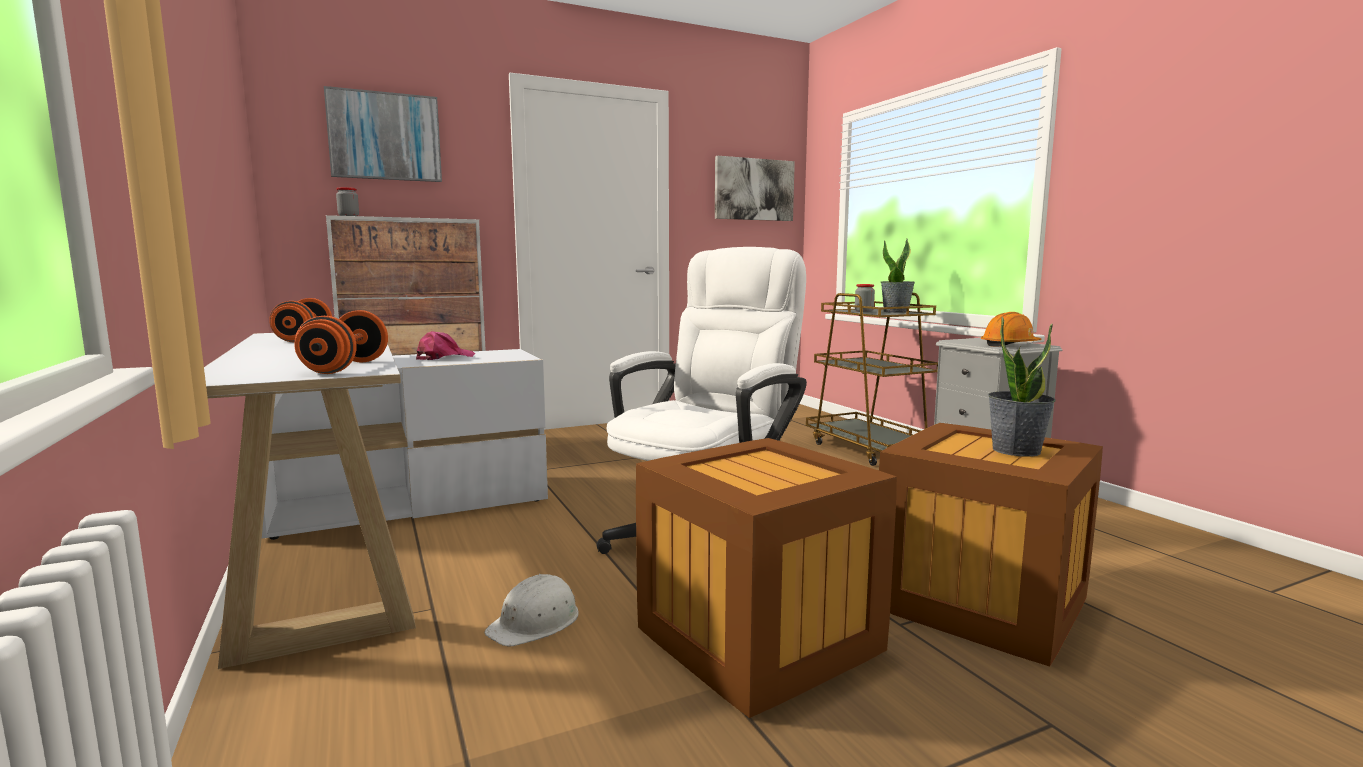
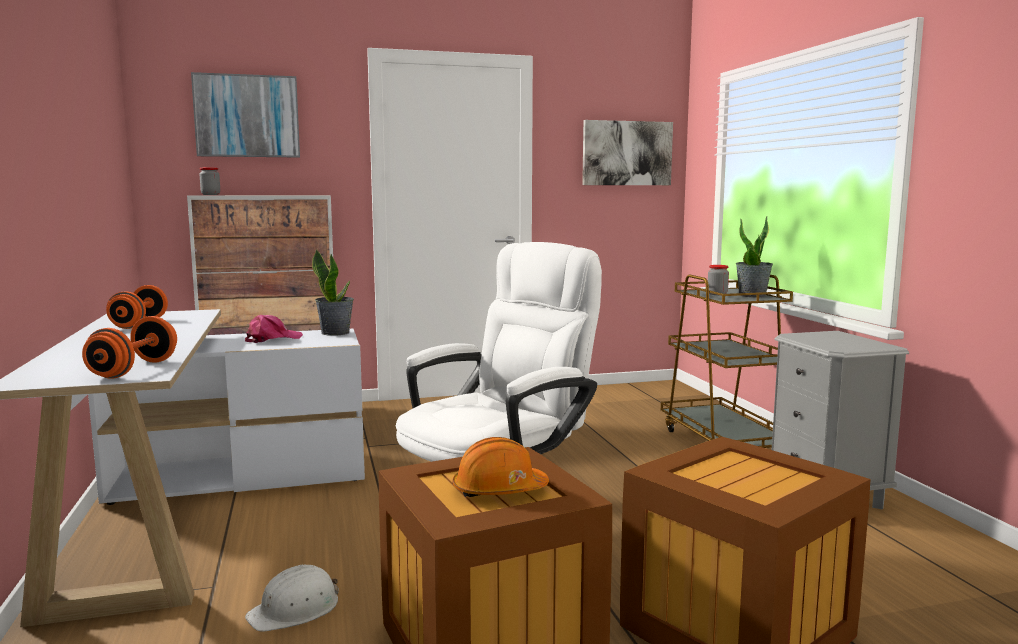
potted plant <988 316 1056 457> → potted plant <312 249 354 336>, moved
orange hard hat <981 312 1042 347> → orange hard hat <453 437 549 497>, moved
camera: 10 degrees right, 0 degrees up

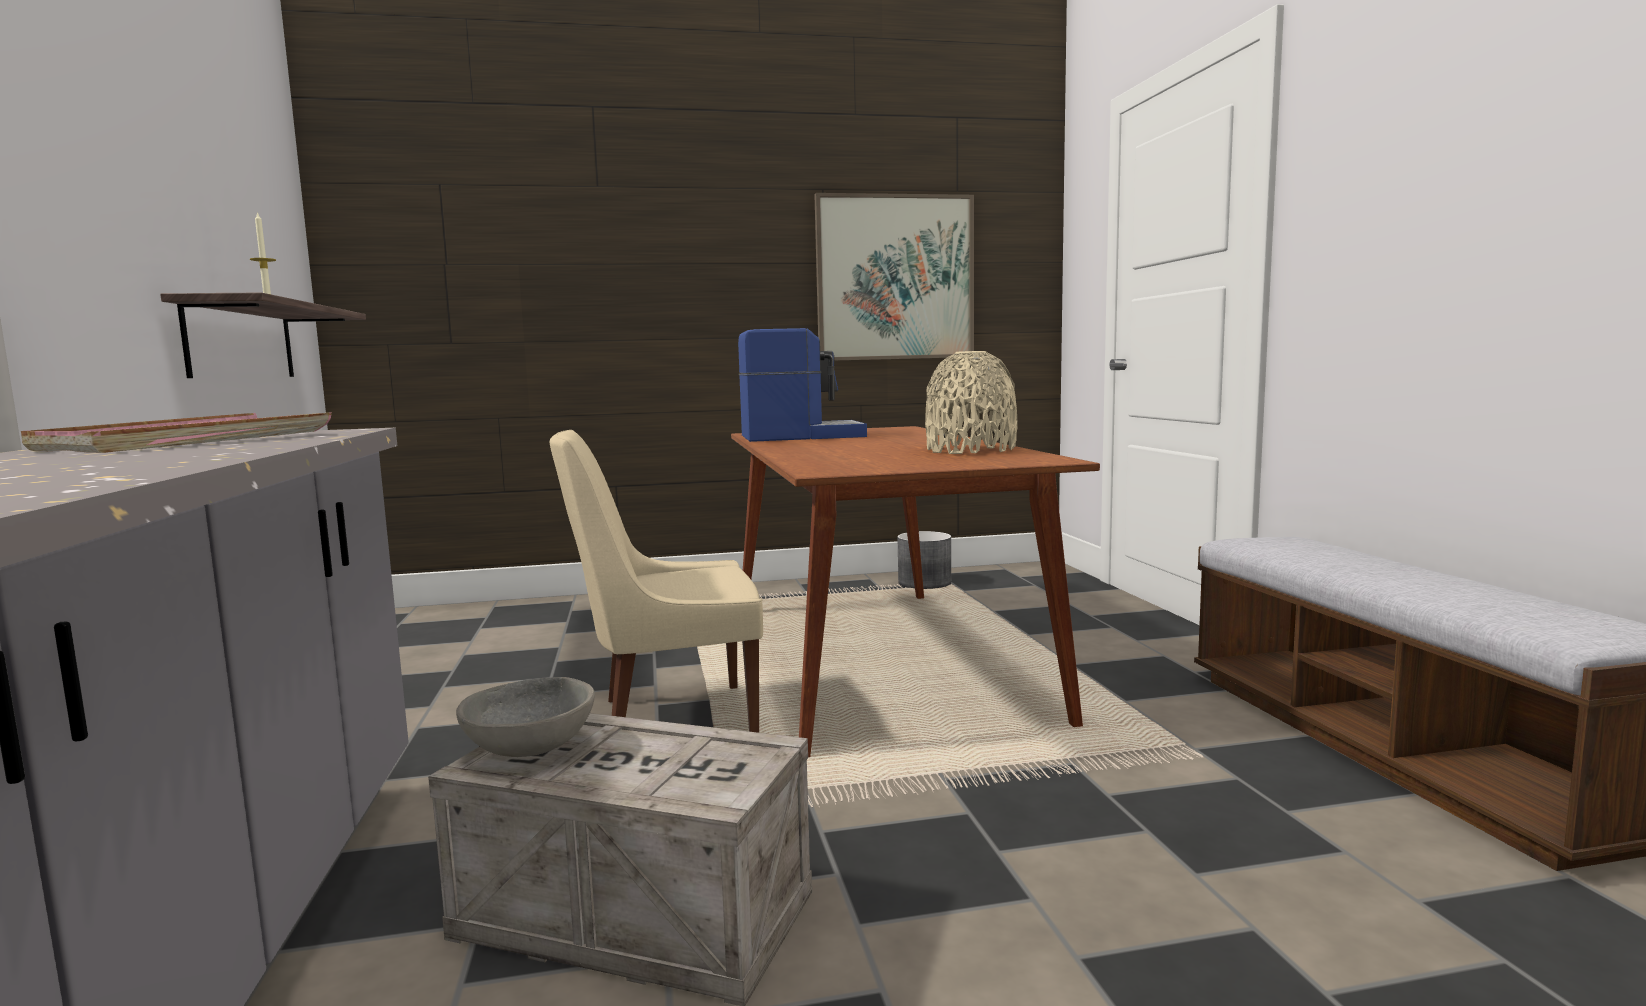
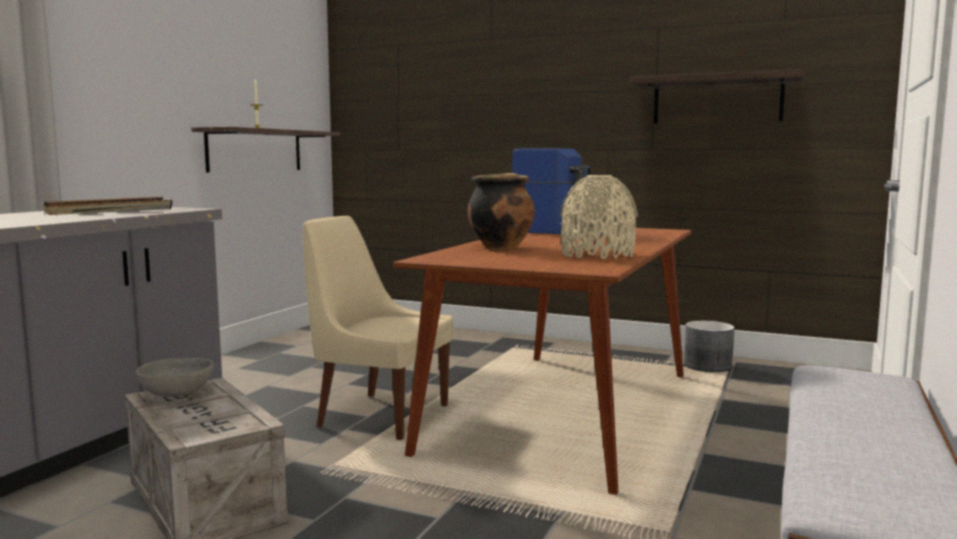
pink tray <21 412 332 453> → black tray <43 197 172 215>
- → cooking pot <468 173 535 249>
picture <814 193 974 361> → shelf <629 69 804 124>
camera: 35 degrees right, 0 degrees up

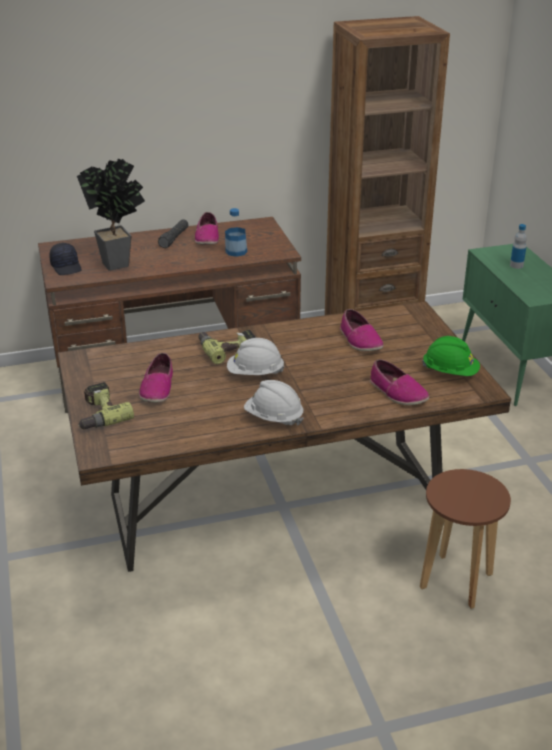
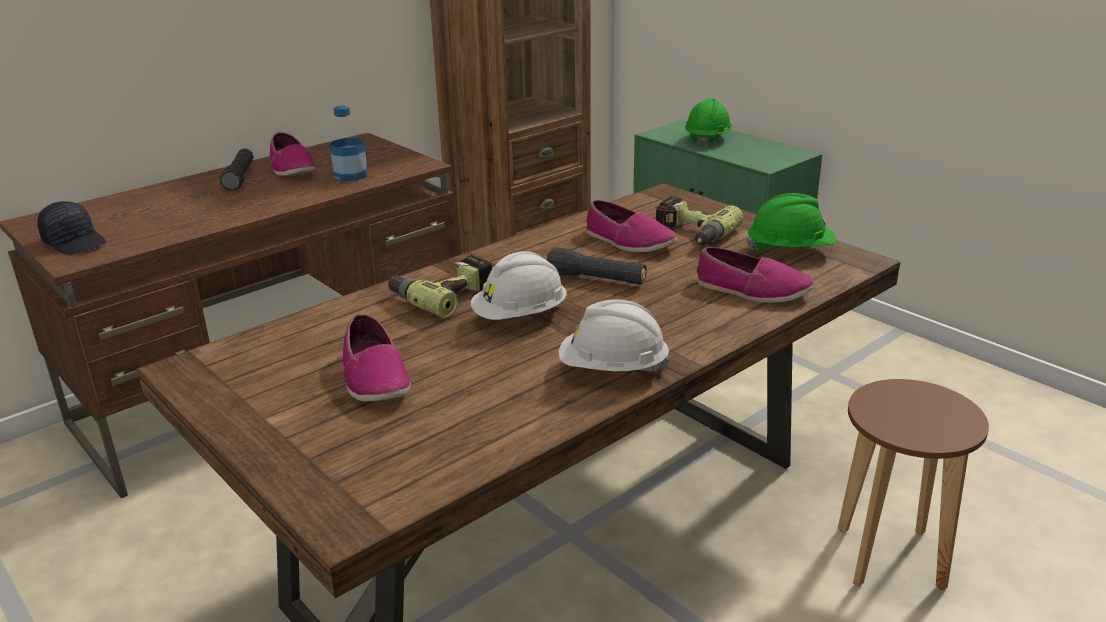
- → black flashlight <547 247 647 284>
power drill <78 382 134 429> → power drill <656 196 744 246>, moved
bottle <510 224 527 269> → green hard hat <685 98 732 147>
potted plant <77 159 145 271> → -
camera: 25 degrees left, 5 degrees down

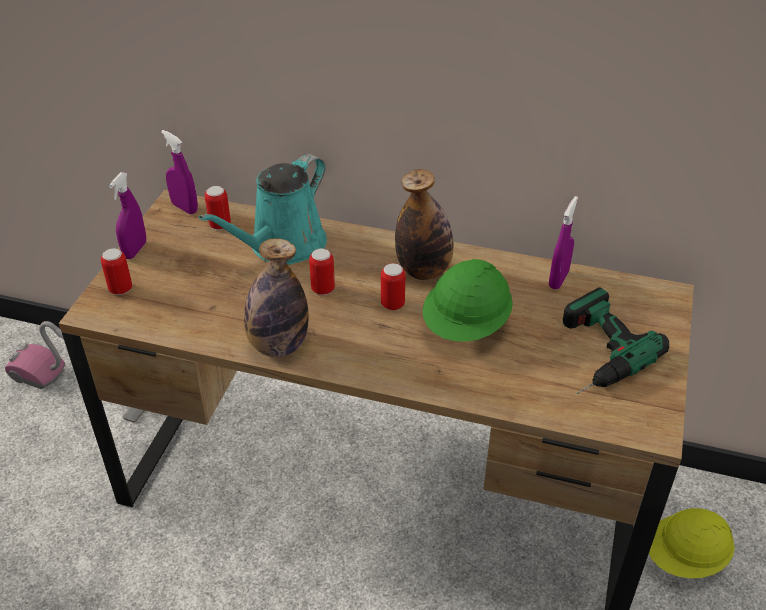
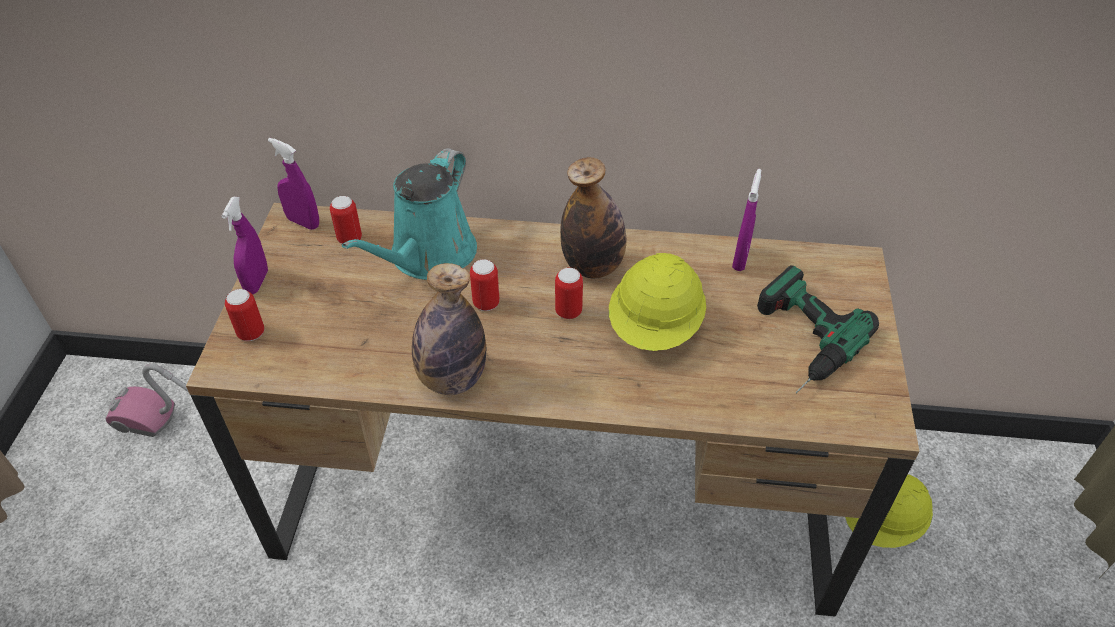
green hard hat <423 259 513 342> → yellow hard hat <609 253 706 351>
camera: 10 degrees left, 5 degrees up

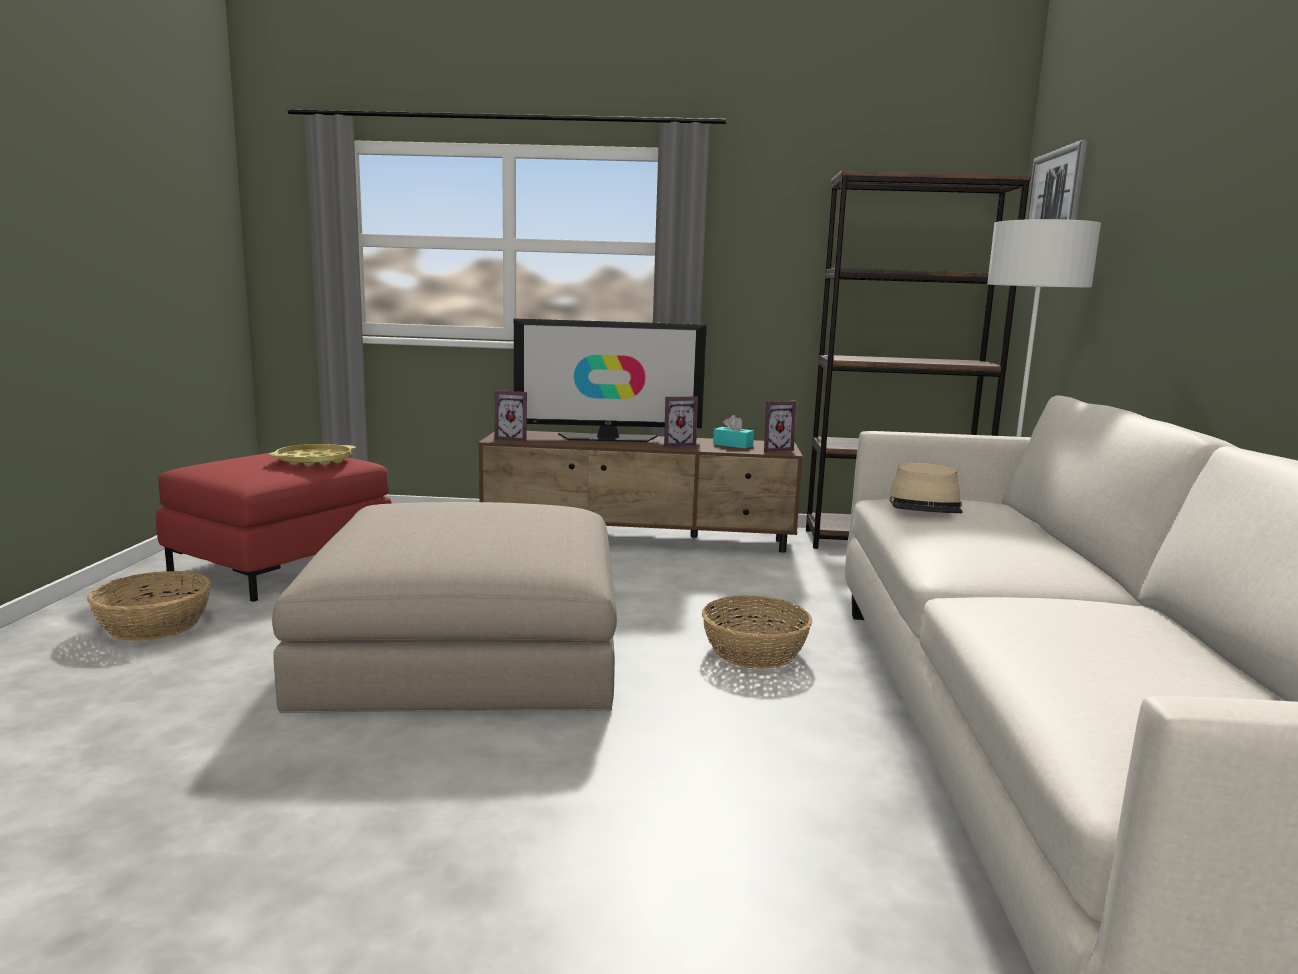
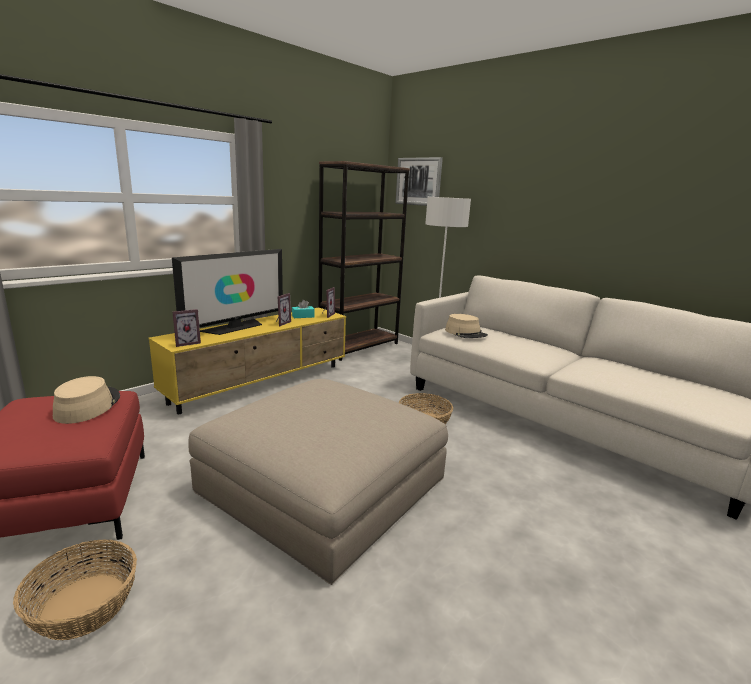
yellow tray <269 444 356 466> → beige hat <53 376 120 424>
brown tv stand <478 431 803 553> → yellow tv stand <148 308 346 414>
camera: 50 degrees left, 5 degrees up

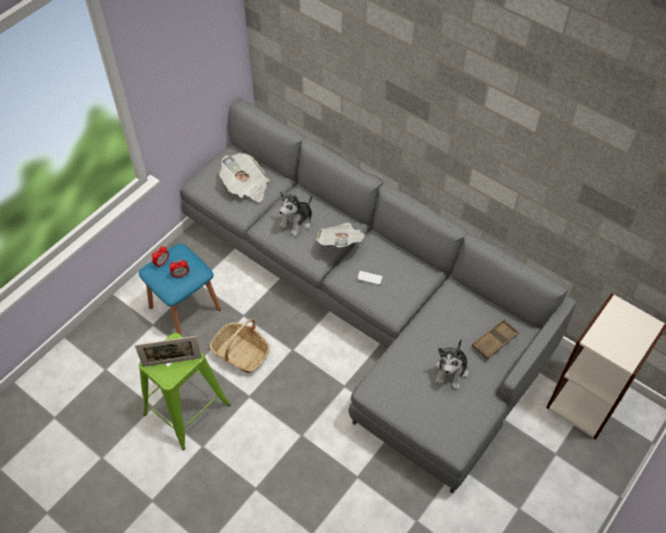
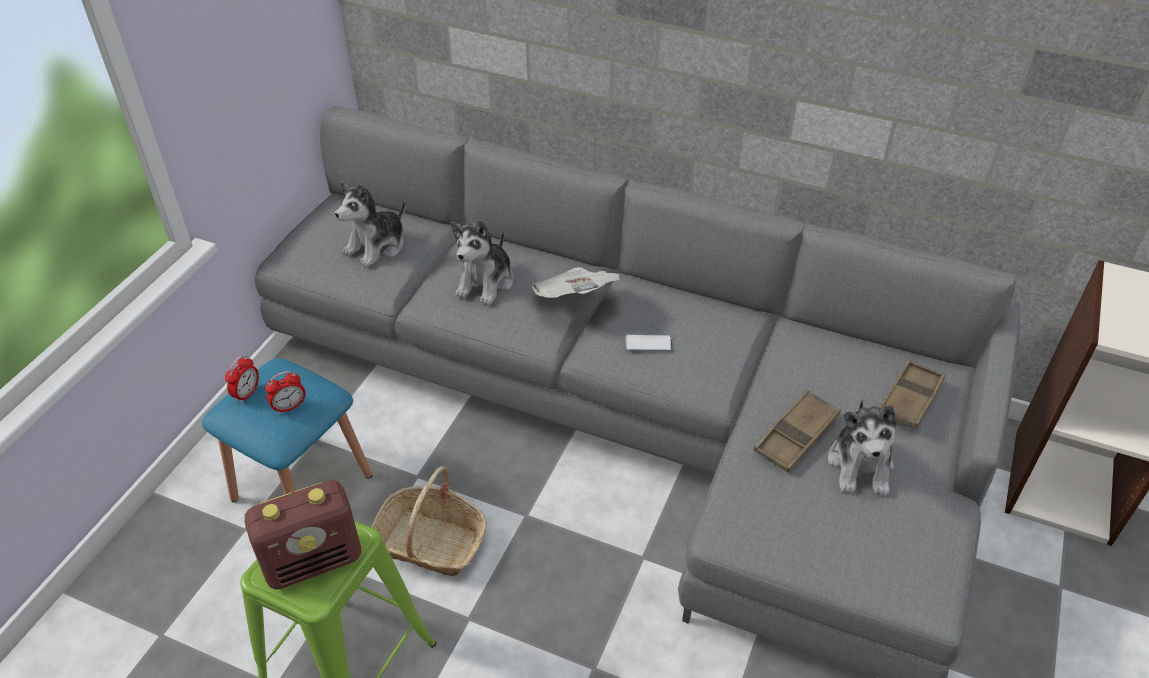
picture frame <135 336 202 367> → radio <245 480 361 590>
newspaper <219 153 269 202> → plush toy <335 182 405 268>
- → brown tray <754 390 841 472>
camera: 15 degrees left, 10 degrees down

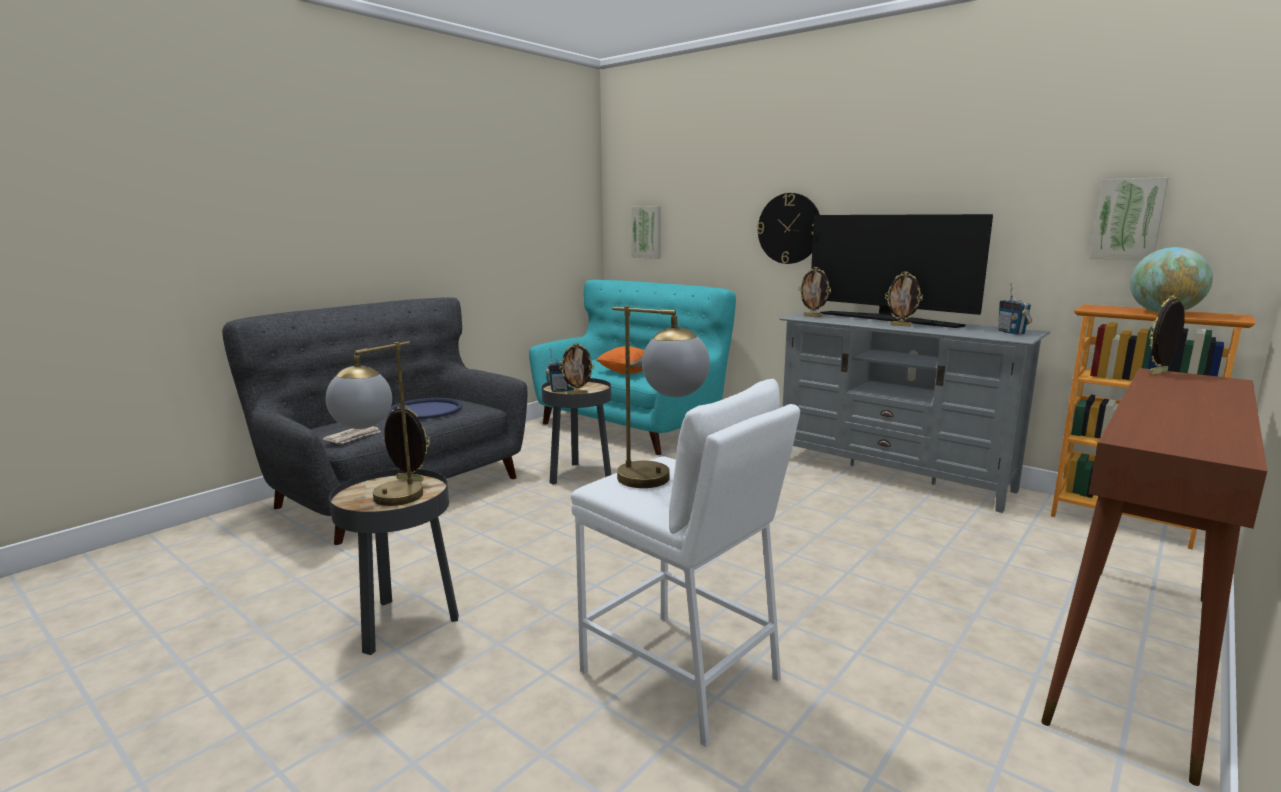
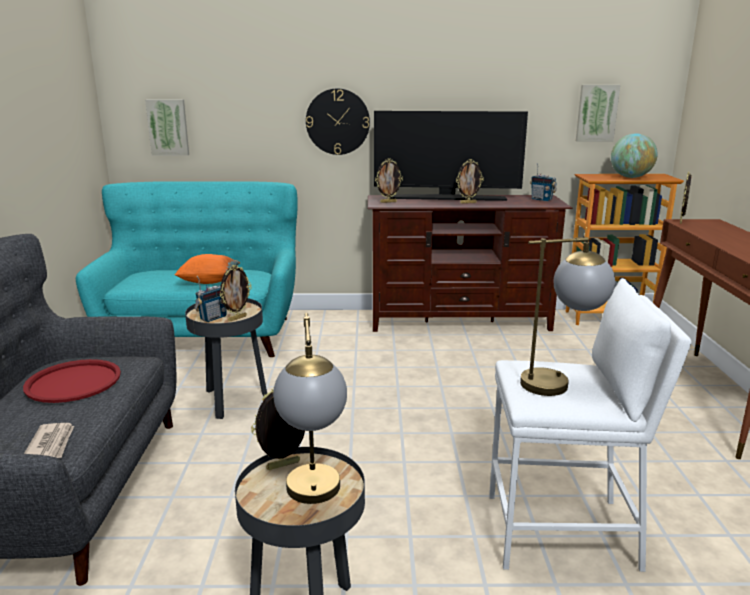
blue tray <389 398 462 419> → red tray <23 359 121 403>
grey tv stand <779 310 1051 513> → brown tv stand <368 195 572 332>
camera: 40 degrees left, 5 degrees up

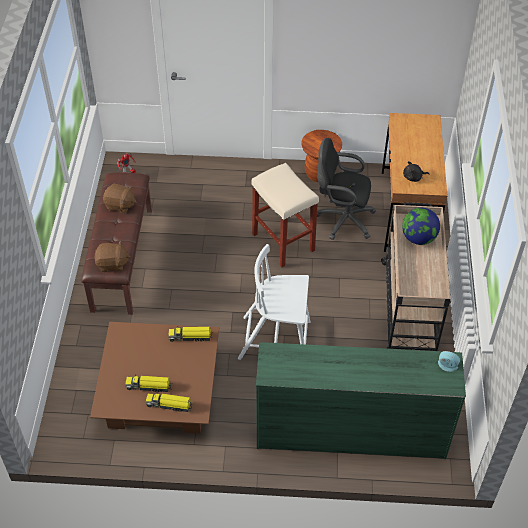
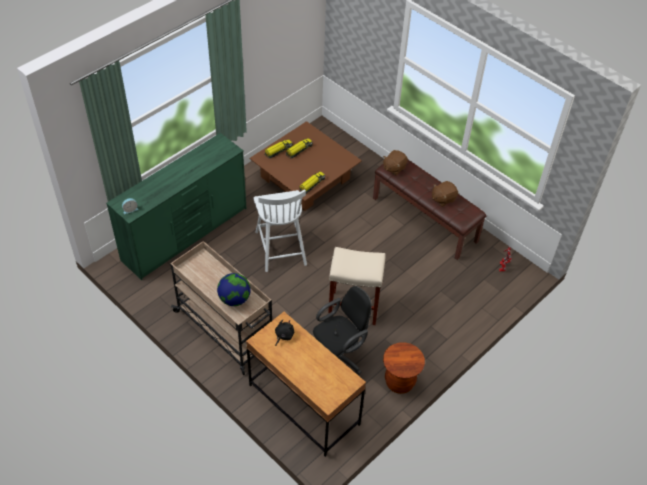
white chair <238 244 310 360> → white chair <253 189 307 272>, 120 degrees clockwise
camera: 130 degrees right, 0 degrees up

